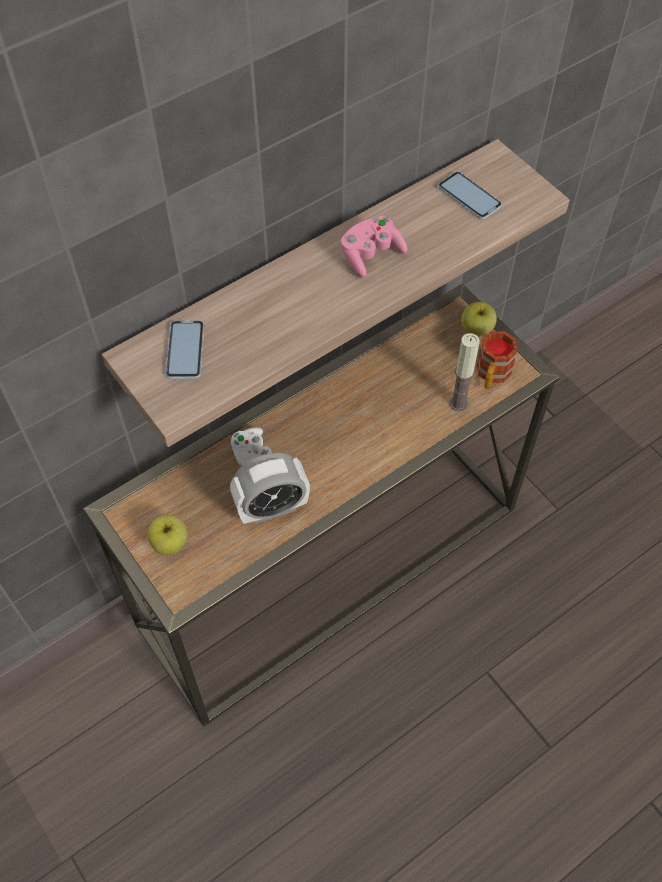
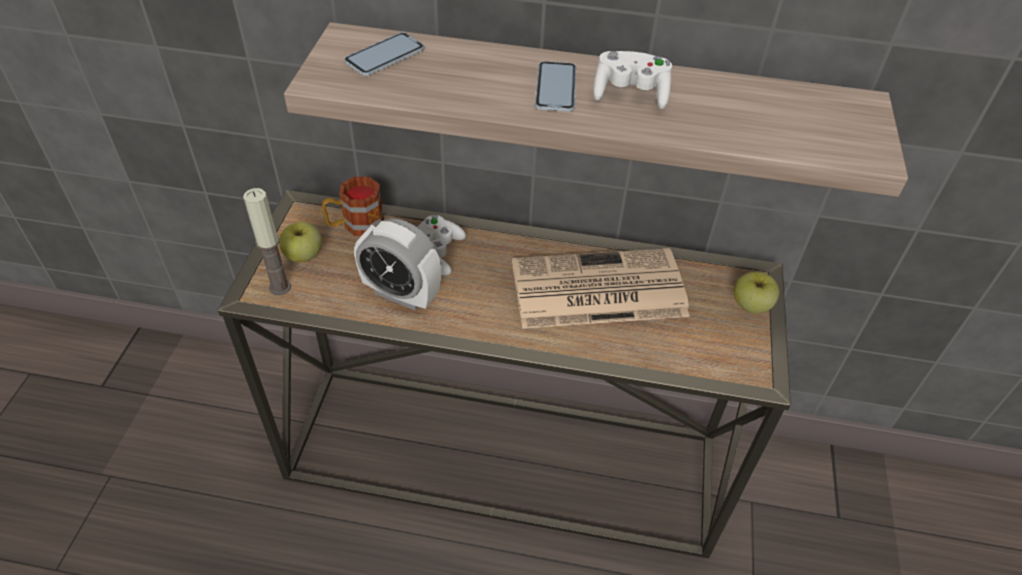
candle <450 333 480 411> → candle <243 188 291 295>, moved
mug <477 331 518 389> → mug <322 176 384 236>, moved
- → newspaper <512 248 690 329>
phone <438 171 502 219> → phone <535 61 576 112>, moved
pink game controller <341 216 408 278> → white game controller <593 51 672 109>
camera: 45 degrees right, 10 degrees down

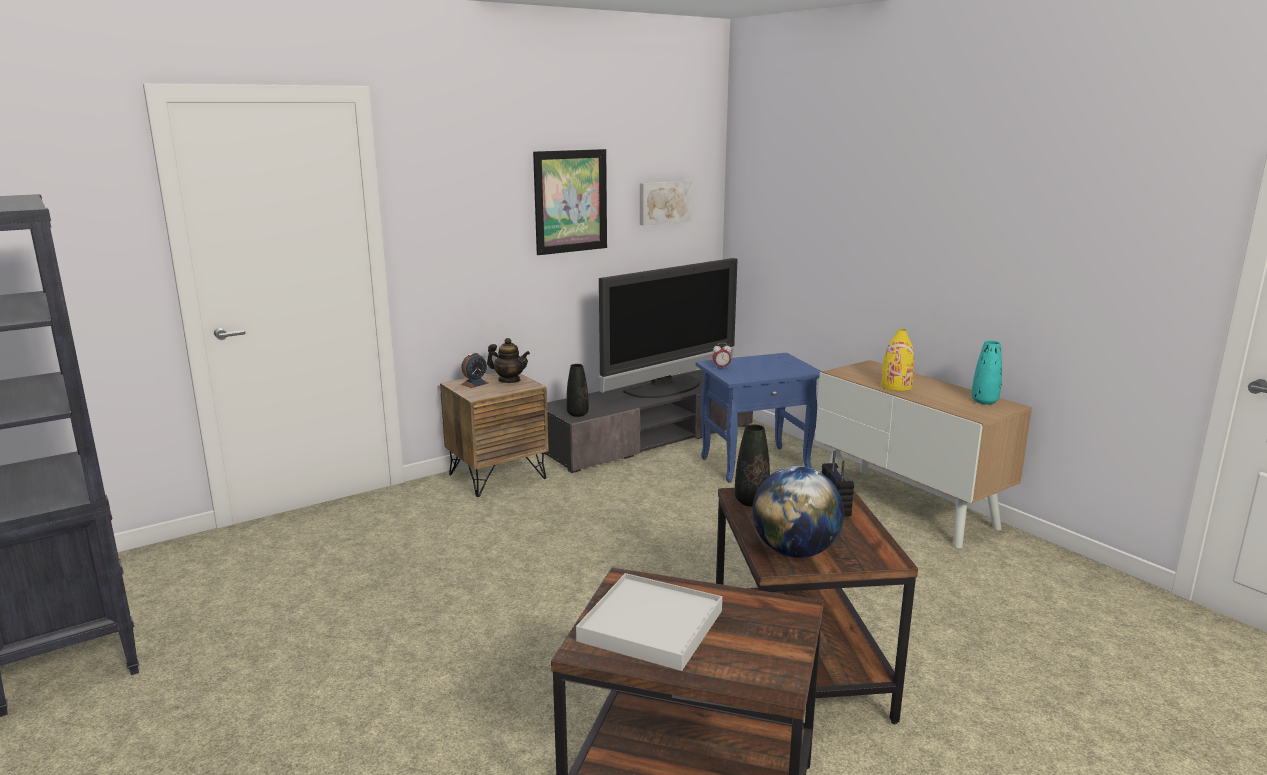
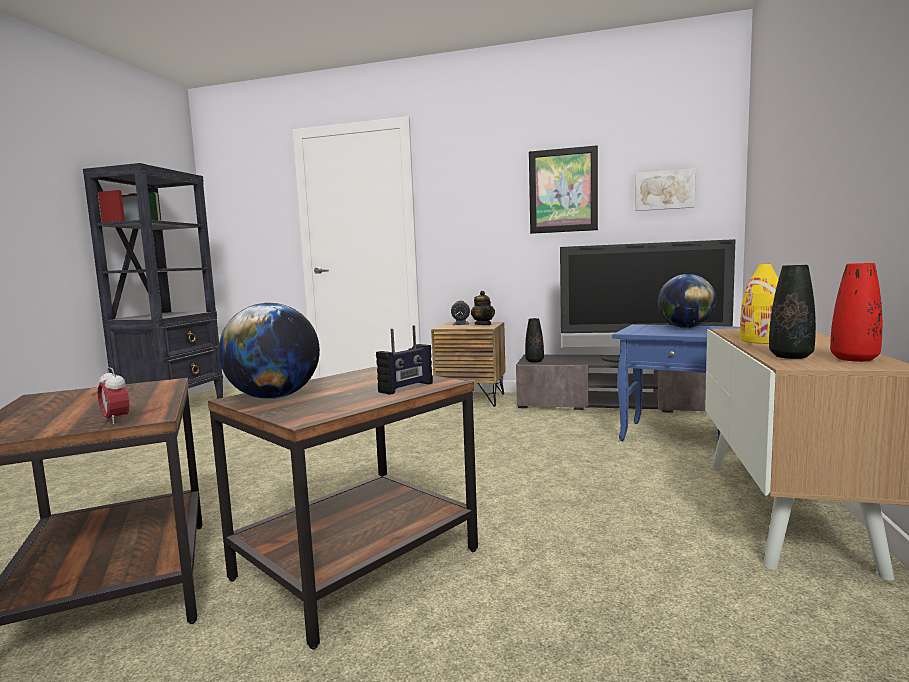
alarm clock <713 343 731 369> → alarm clock <98 367 129 425>, moved
- → globe <658 274 716 328>
black vase <735 424 770 507> → black vase <769 265 816 359>, moved
turquoise vase <971 341 1002 405> → red vase <830 263 882 362>
white tray <576 573 722 671> → -
camera: 50 degrees right, 10 degrees down

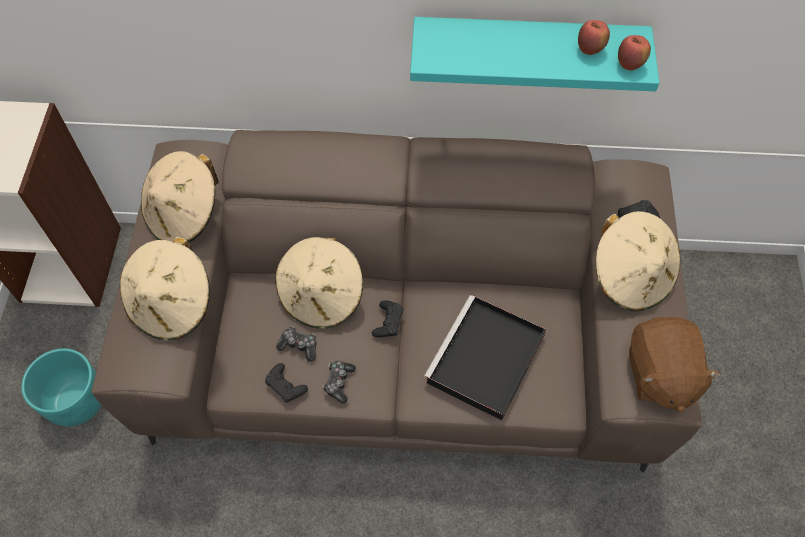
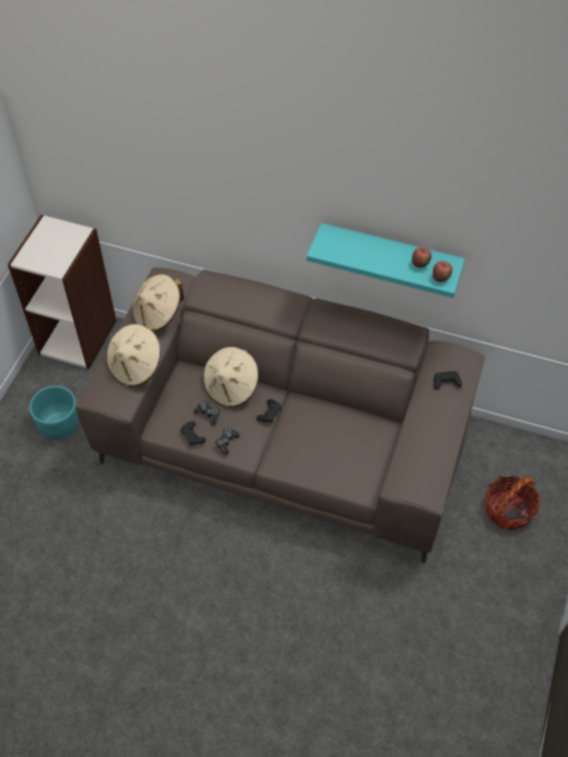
- → basket <485 476 540 531>
black tray <424 295 546 420> → -
beige hat <596 211 680 311> → -
brown plush toy <629 317 721 413> → -
camera: 15 degrees right, 5 degrees down

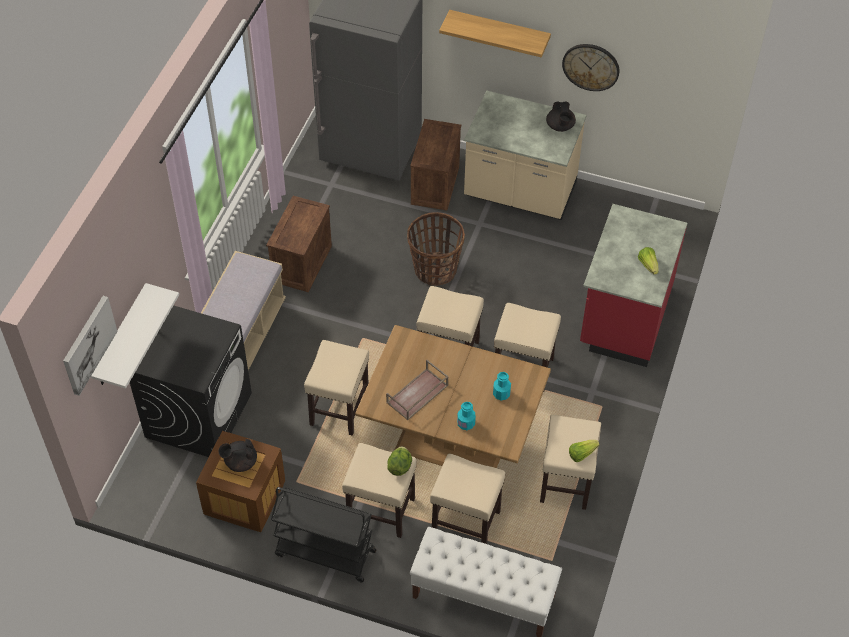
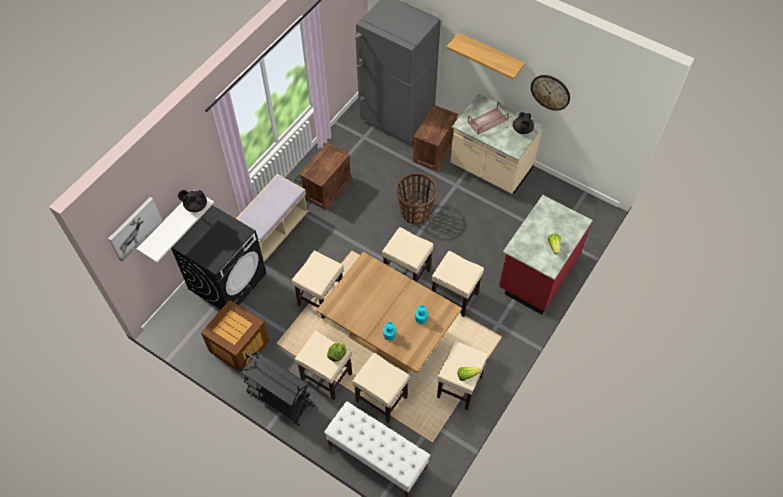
black teapot <218 439 257 472> → black teapot <178 190 207 212>, moved
brown tray <386 360 449 421> → brown tray <468 101 509 134>, moved
camera: 15 degrees right, 5 degrees up

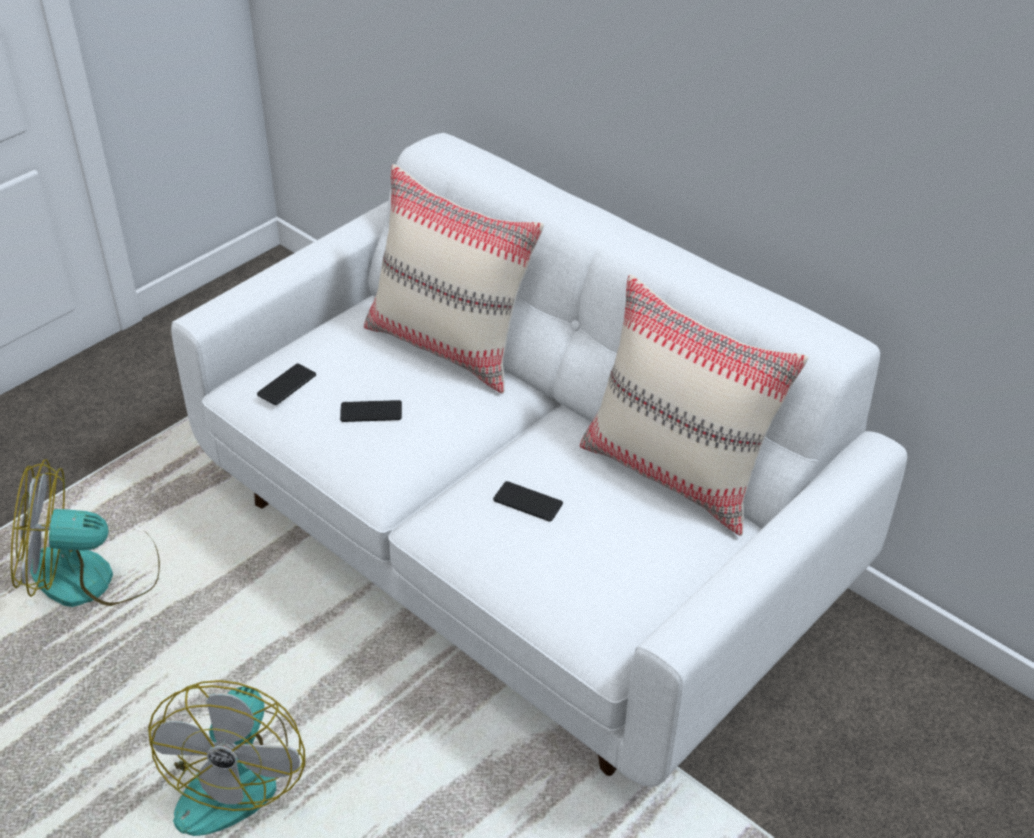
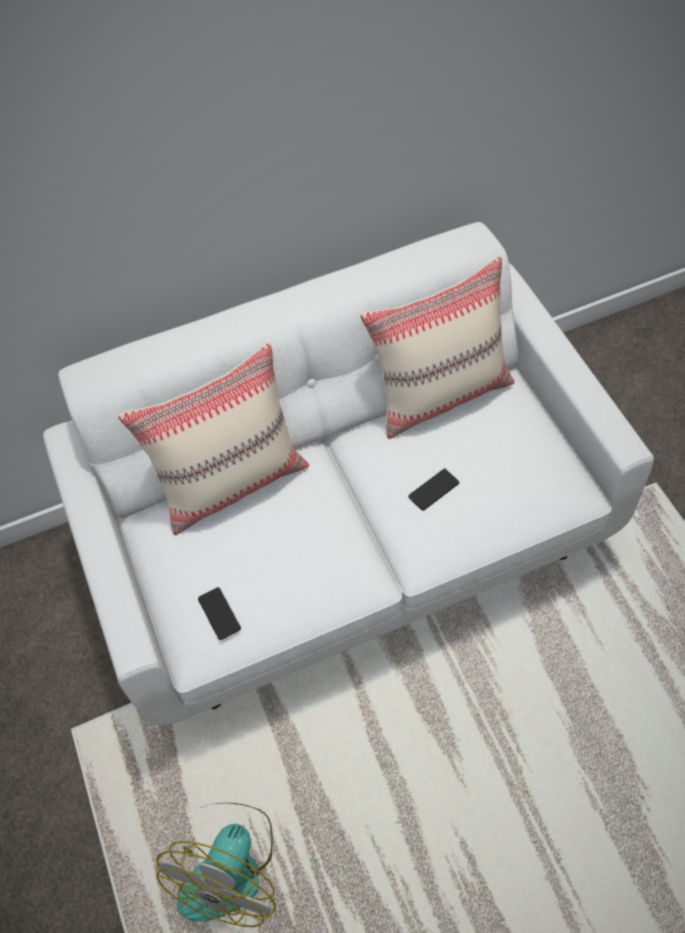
fan <148 680 305 836> → -
phone <340 400 402 422> → -
camera: 60 degrees left, 15 degrees up

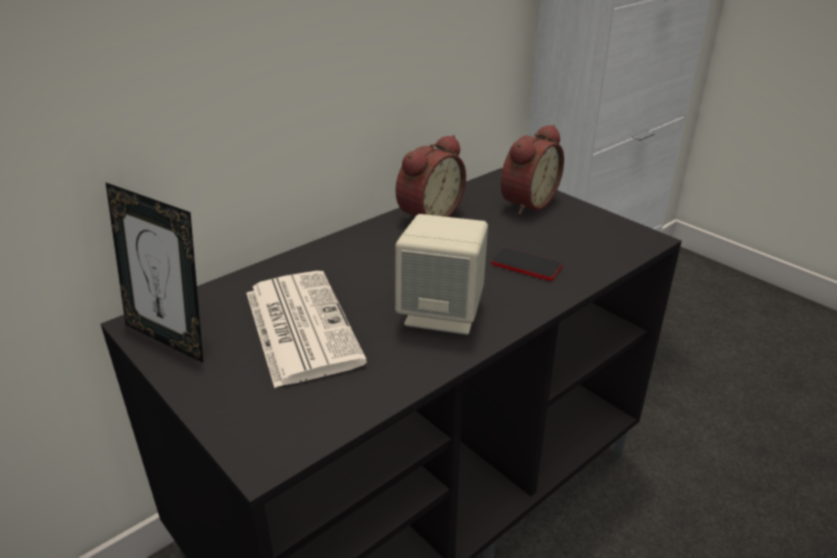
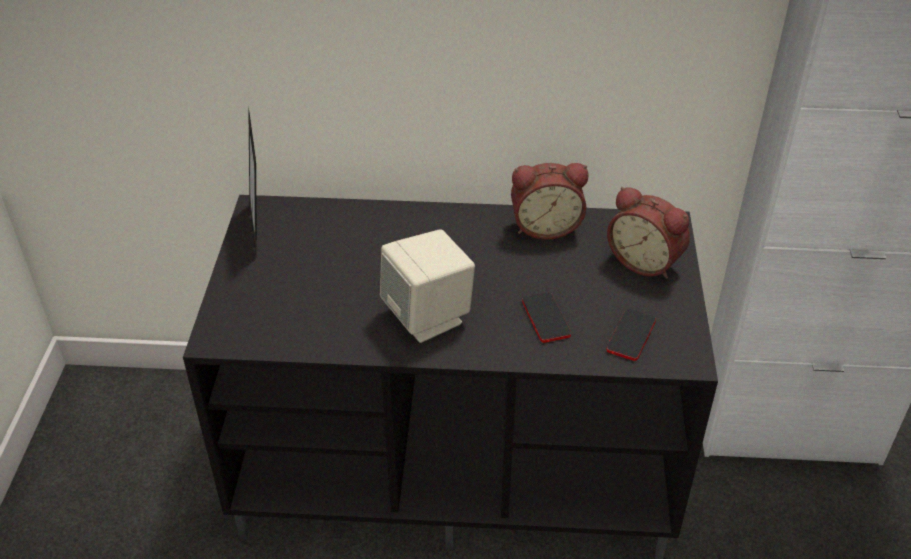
alarm clock <501 124 564 215> → alarm clock <607 187 690 279>, 45 degrees clockwise
- → phone <607 308 656 361>
newspaper <247 271 367 388> → -
camera: 45 degrees right, 10 degrees up

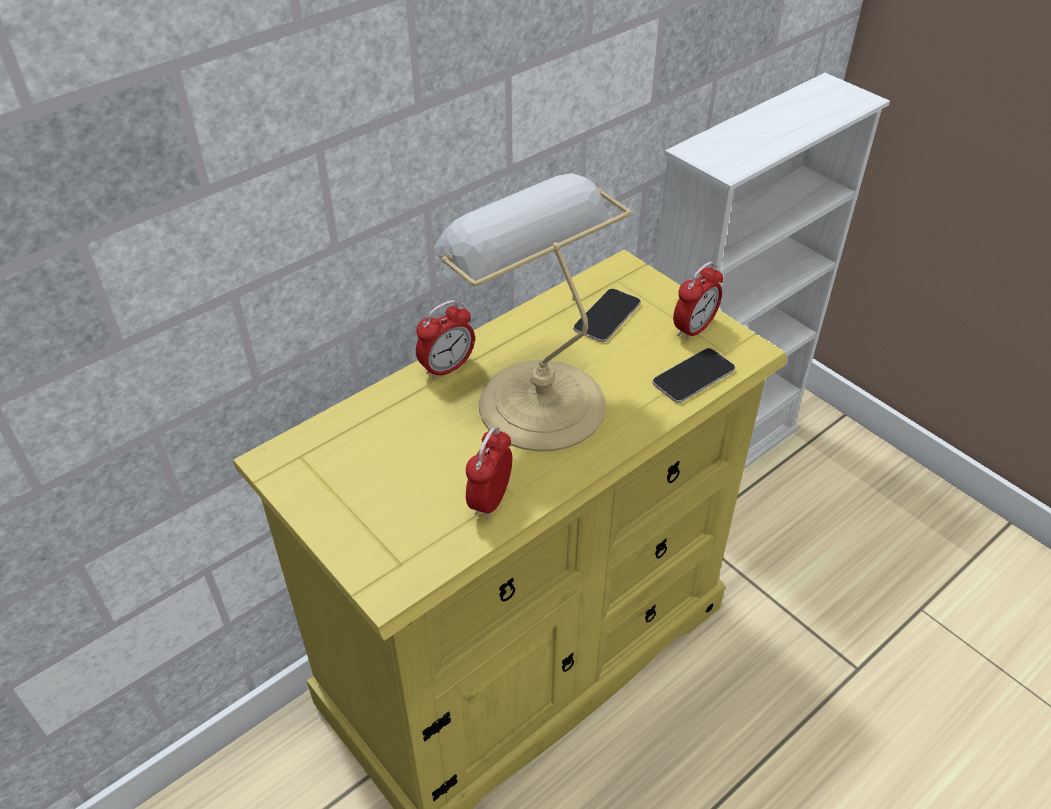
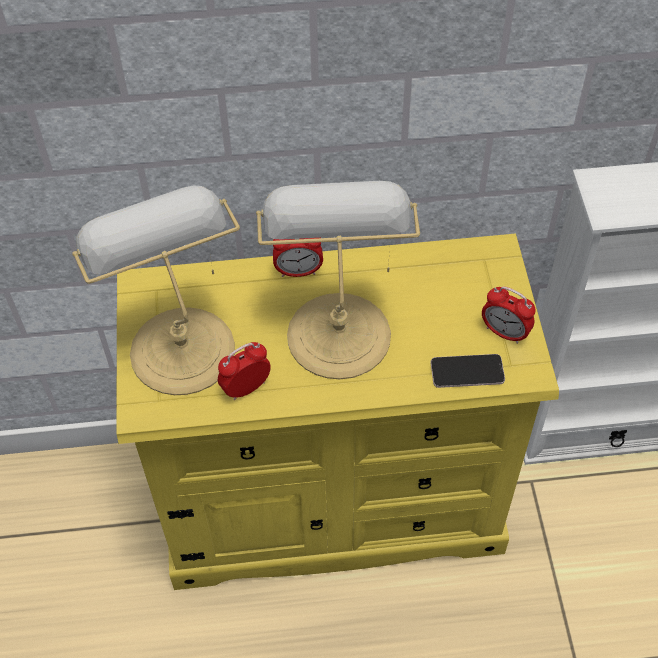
- → table lamp <72 185 240 395>
alarm clock <673 262 724 341> → alarm clock <482 287 535 344>, 45 degrees clockwise
phone <573 288 641 342> → -
camera: 35 degrees right, 10 degrees up

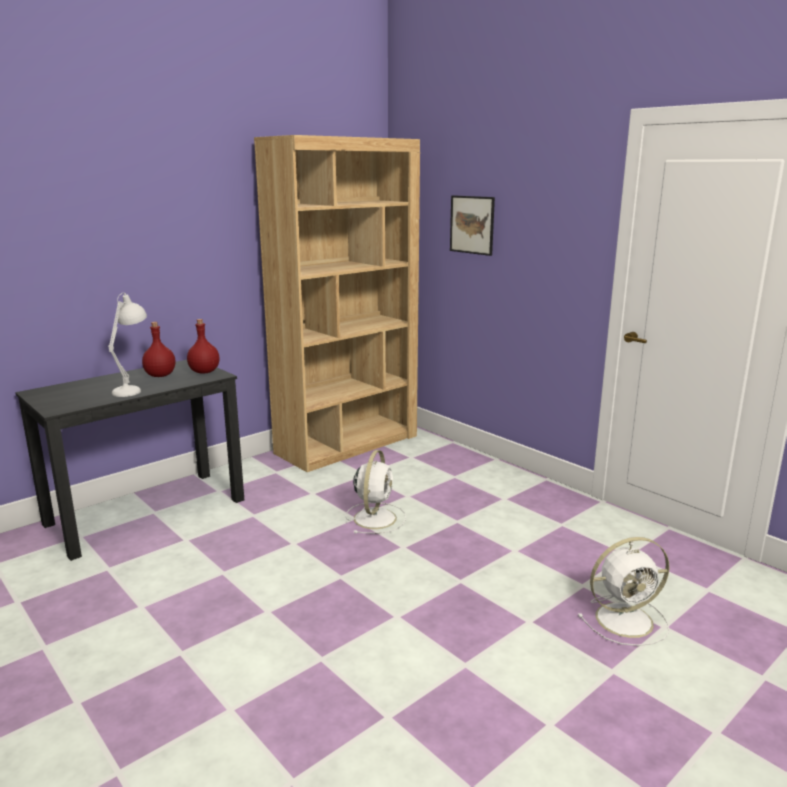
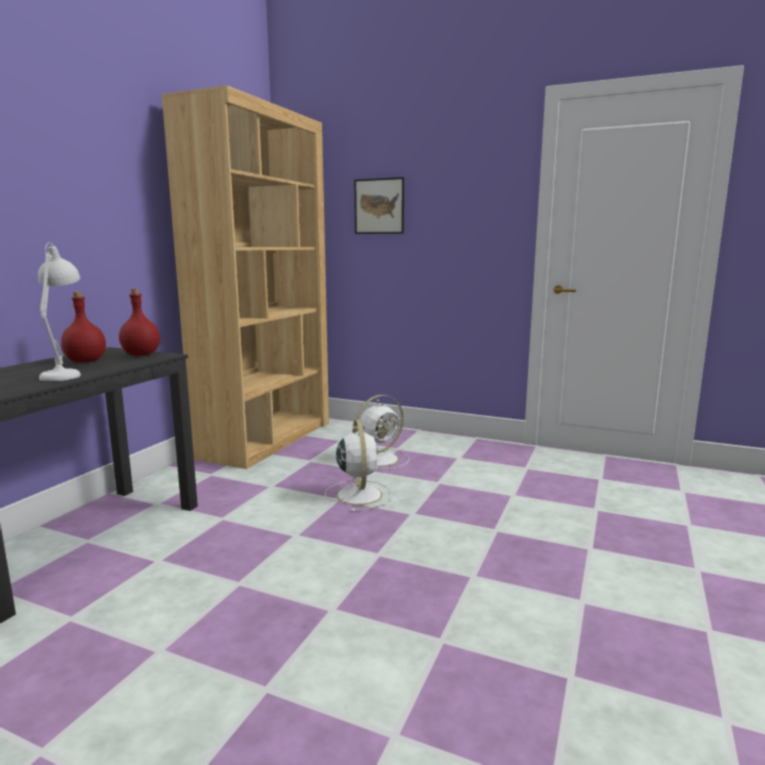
white fan <578 537 669 646> → white fan <355 395 410 470>, moved
camera: 25 degrees left, 5 degrees down

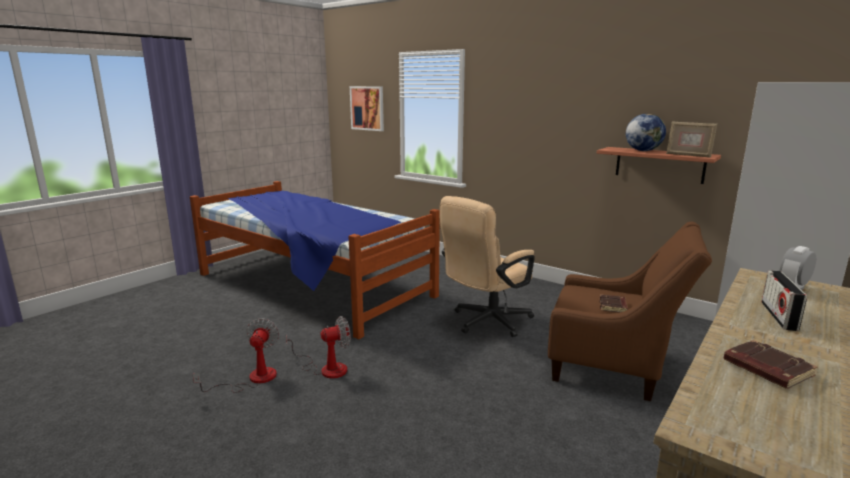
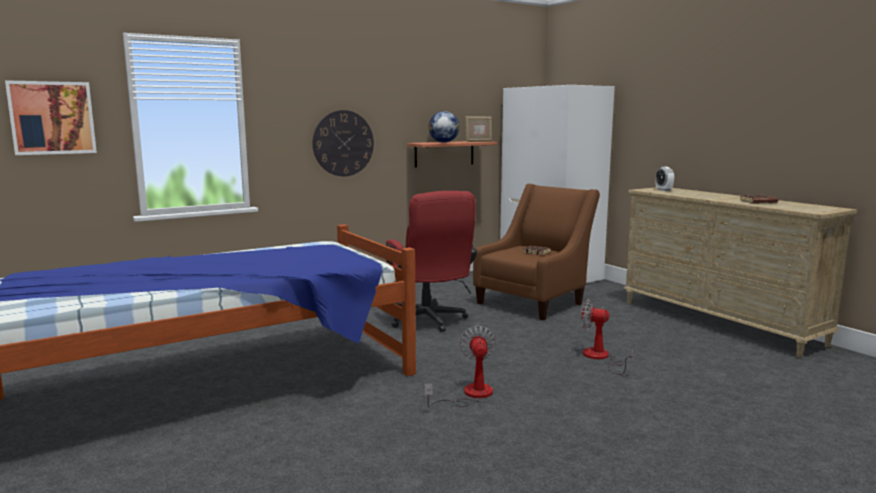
- → wall clock <313 110 374 176>
beige office chair <439 196 535 337> → red office chair <385 191 477 332>
fan <192 318 279 393> → fan <580 299 633 375>, moved
radio <761 270 807 331> → -
camera: 70 degrees left, 5 degrees down

